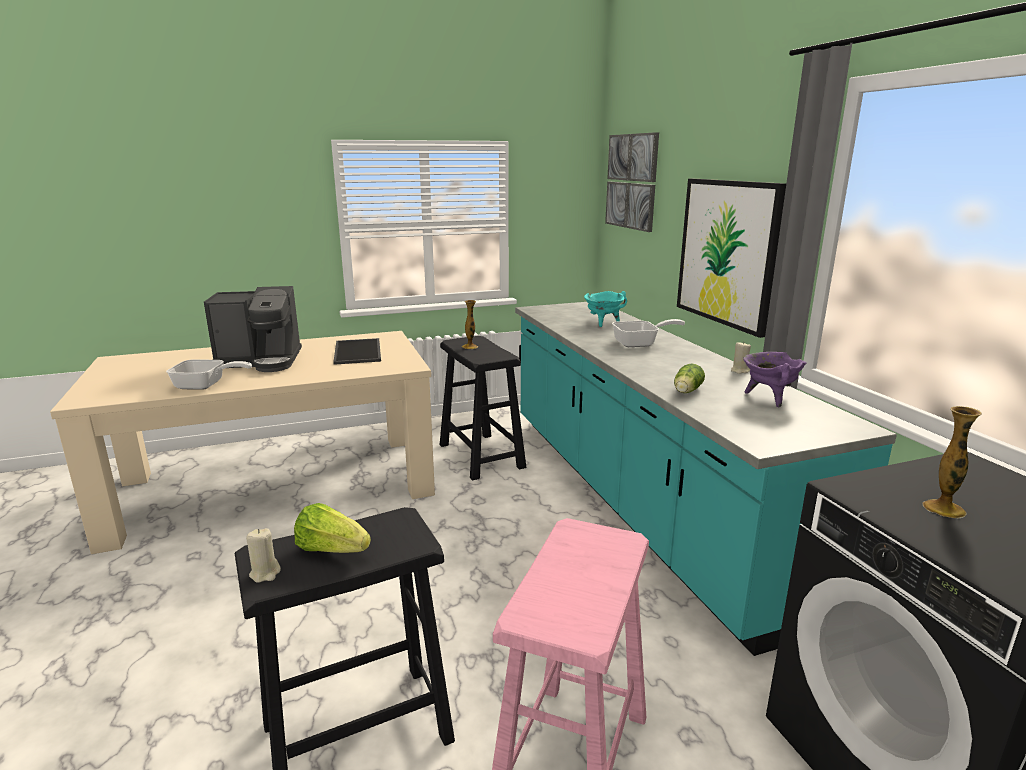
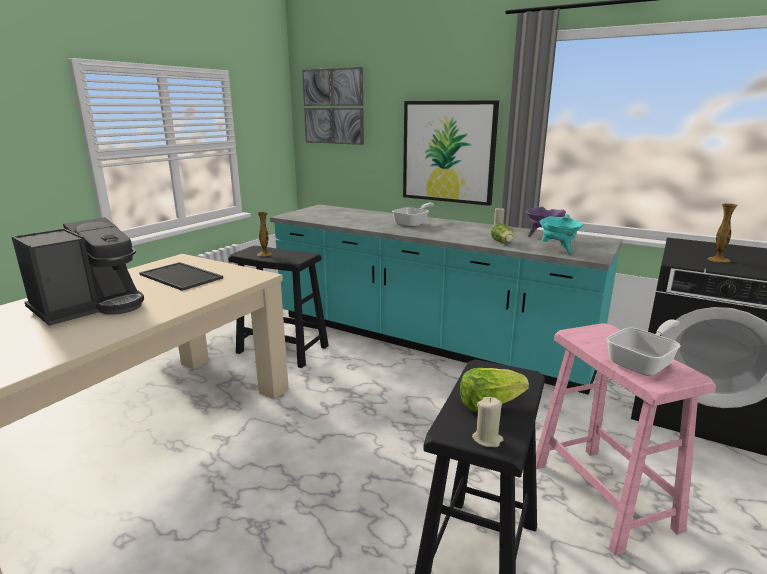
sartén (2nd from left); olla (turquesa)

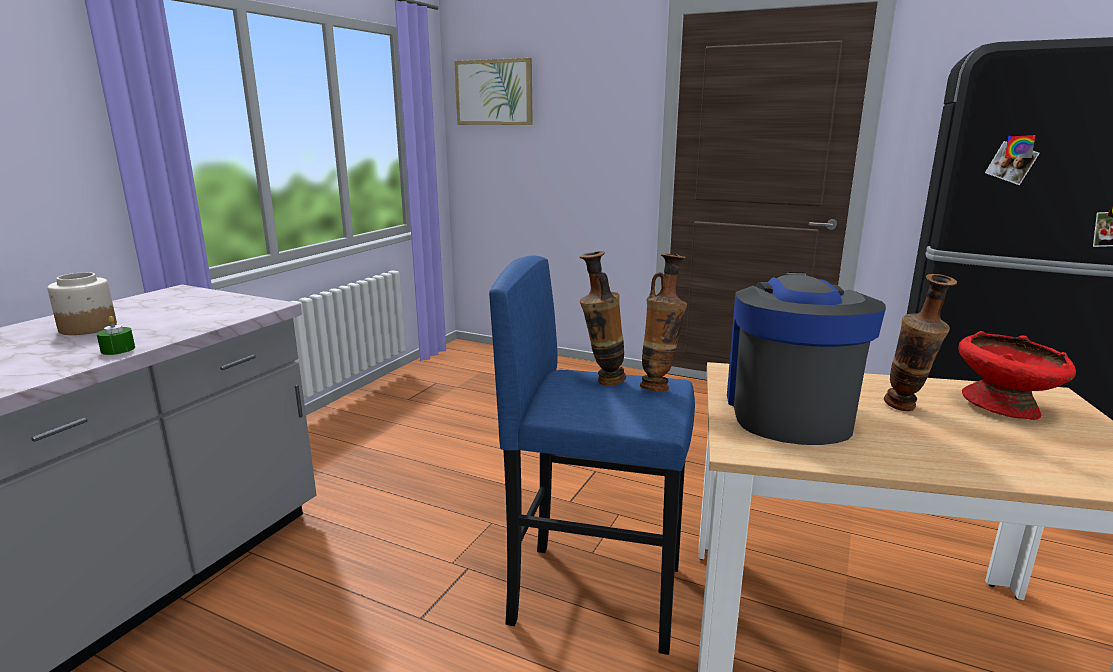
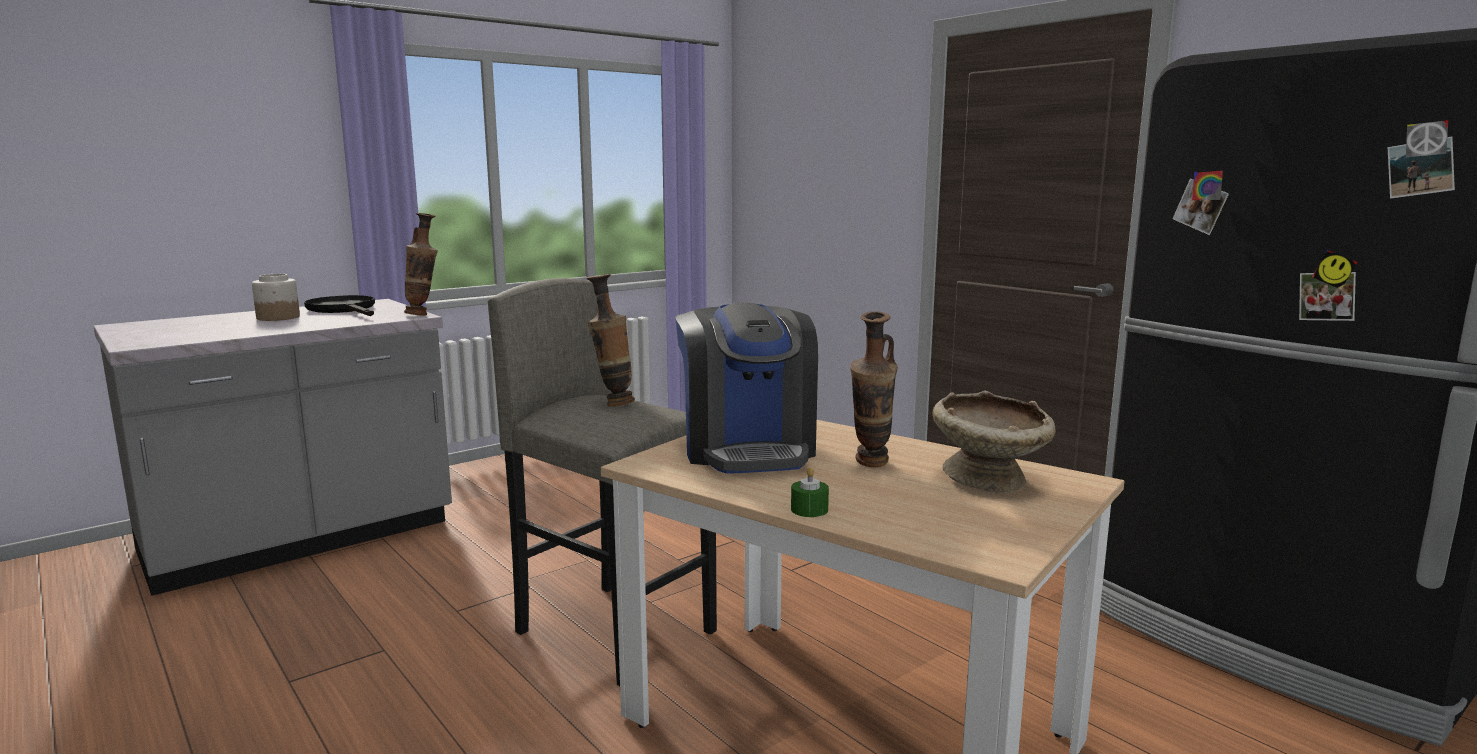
cuadro; sartén (negro); vela (verde); florero (1st from left); taburete (gris); cuenco (beis); cafetera

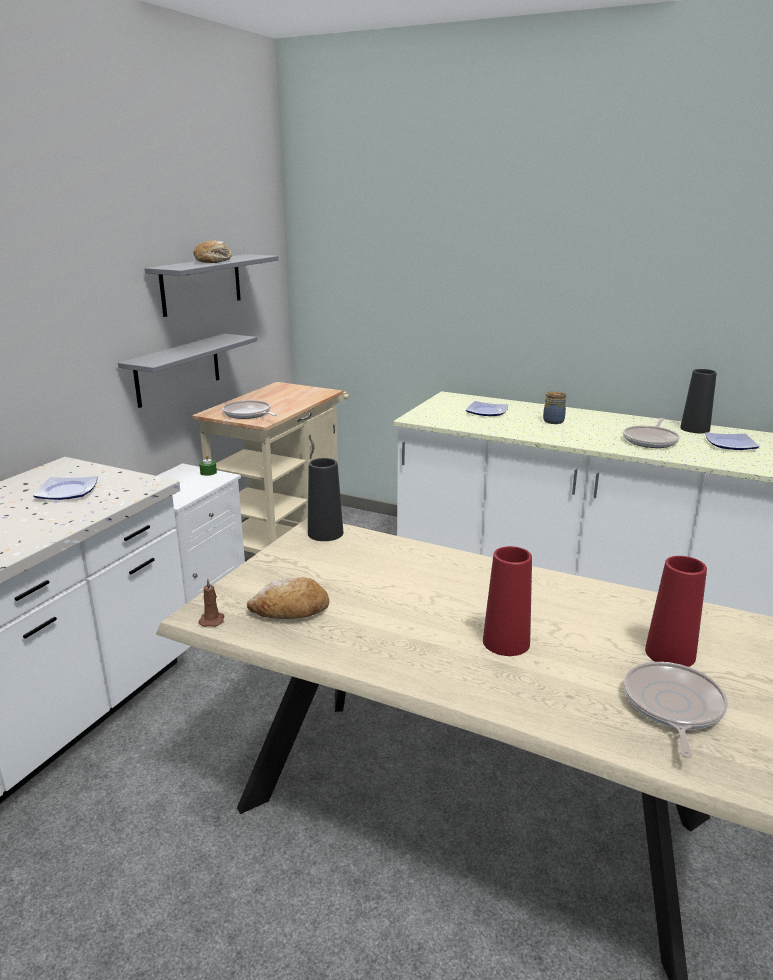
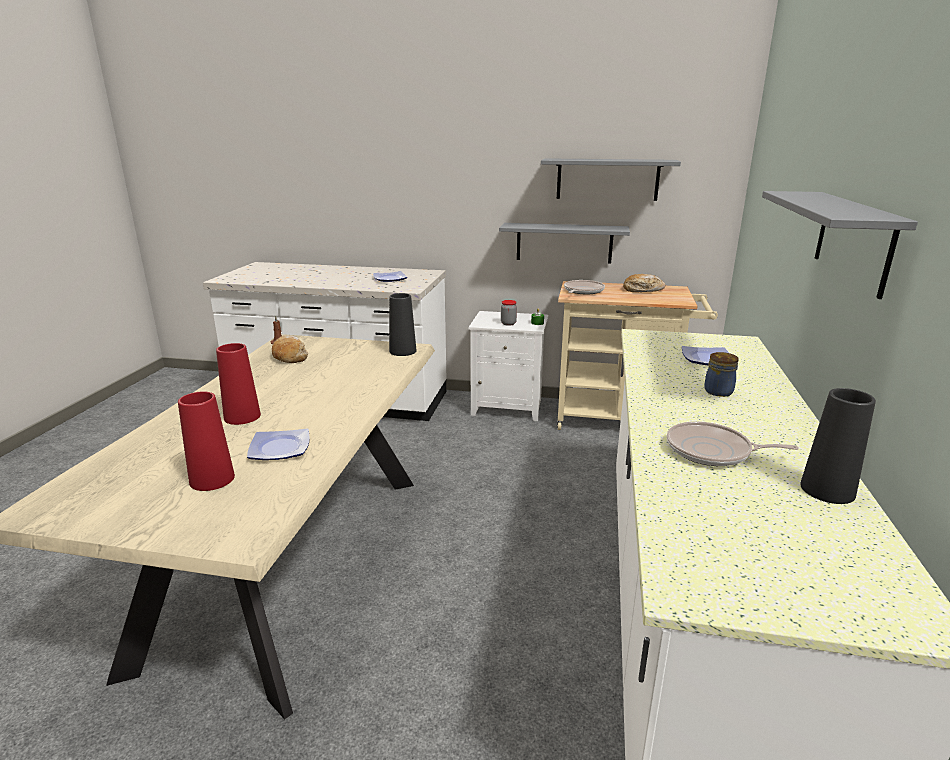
sartén (3rd from left in the first image); tarro (1st from left); estante (gris) (3rd from left); pan (2nd from left); plato (1st from left)

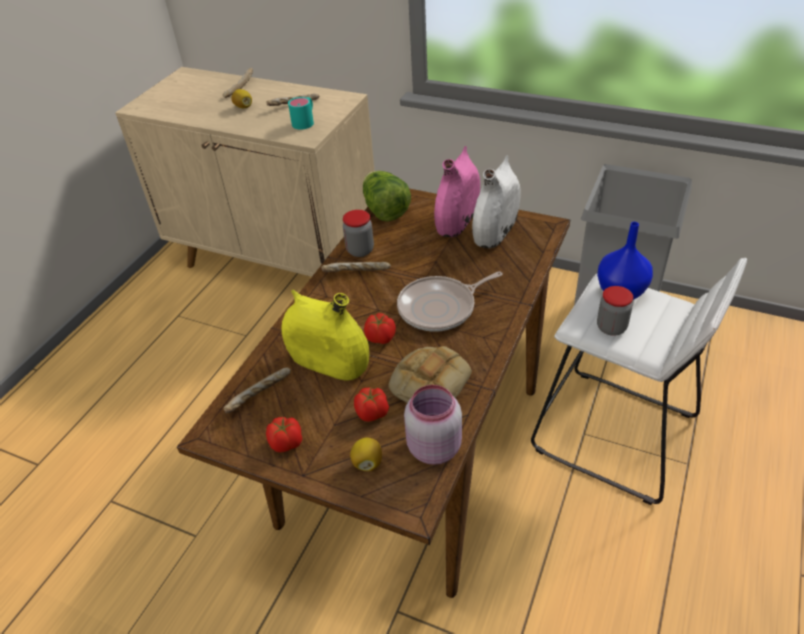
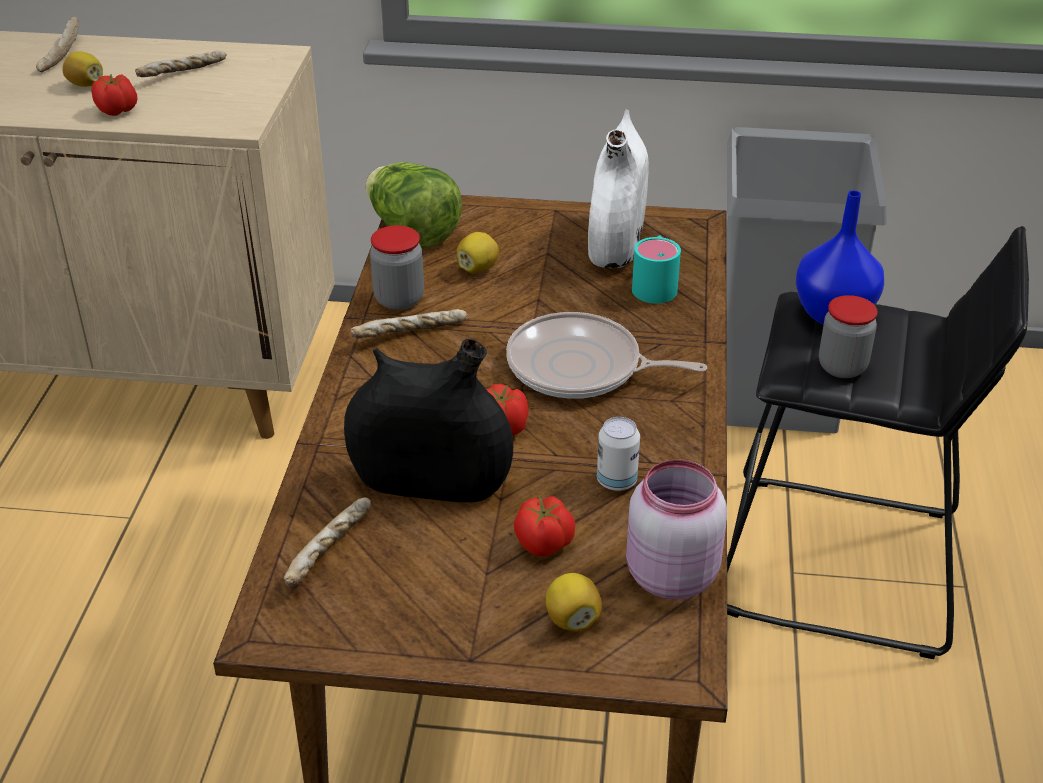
florero (rosa); limón (2nd from left); tomate (1st from left); taza grande (turquesa); lata; florero (negro); taburete (negro); sartén

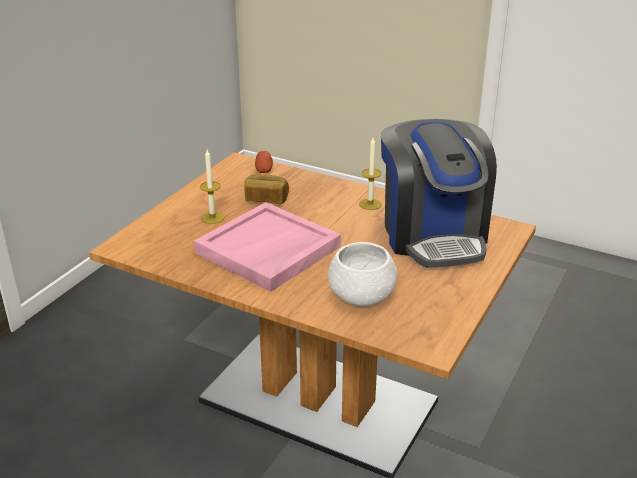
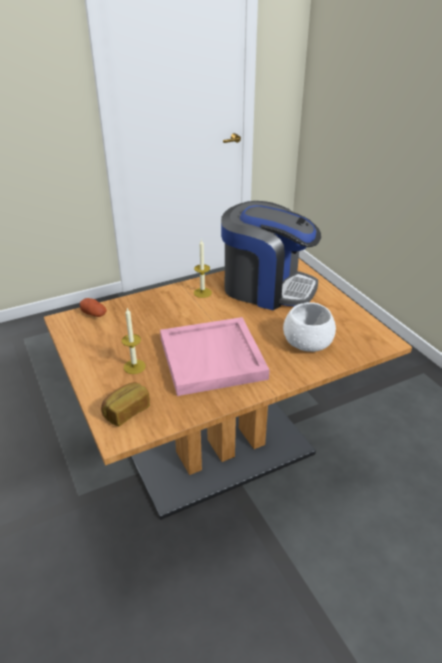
pan

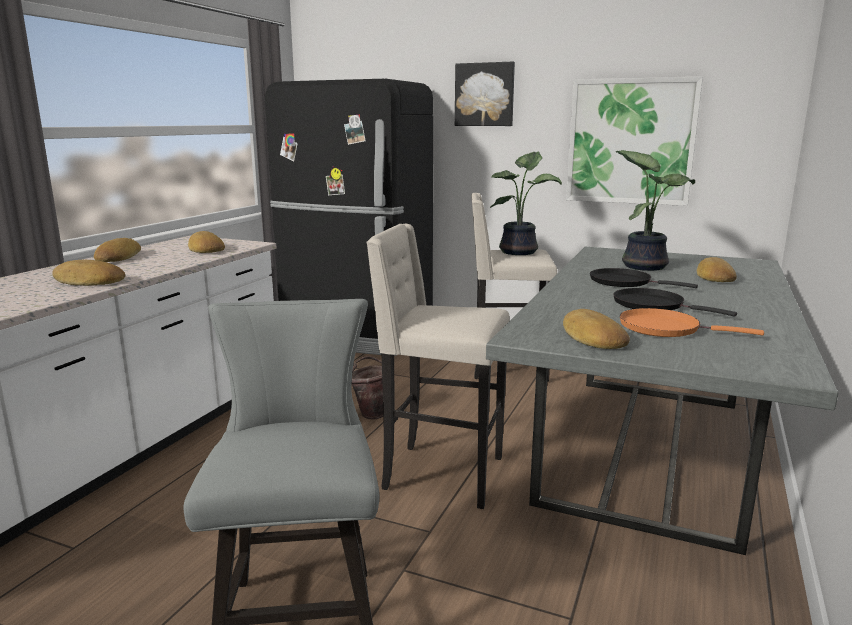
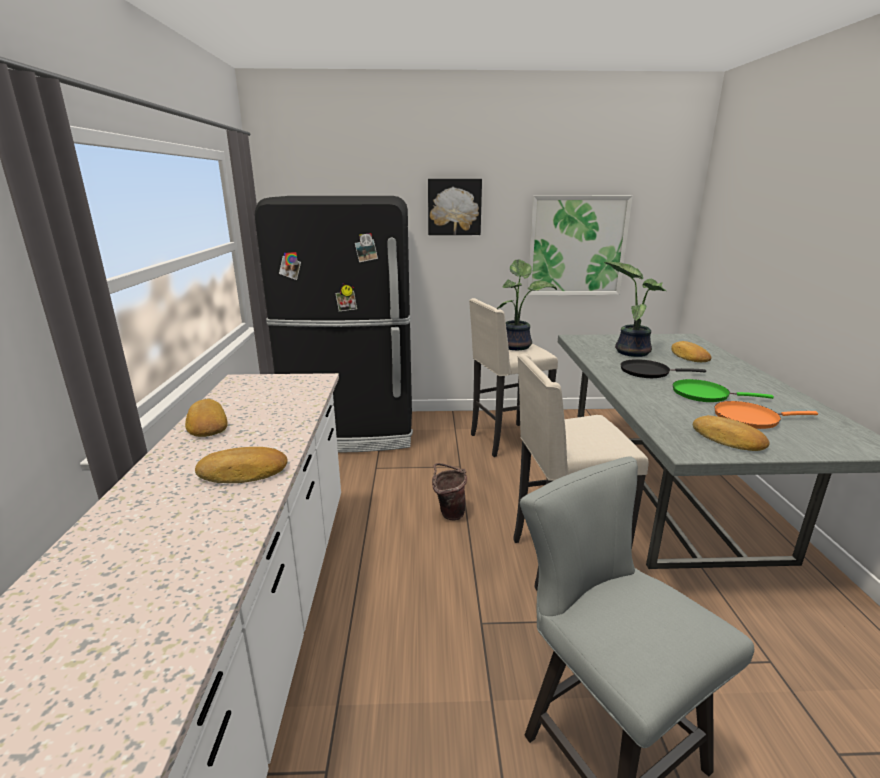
pan (3rd from left in the first image); sartén (verde)

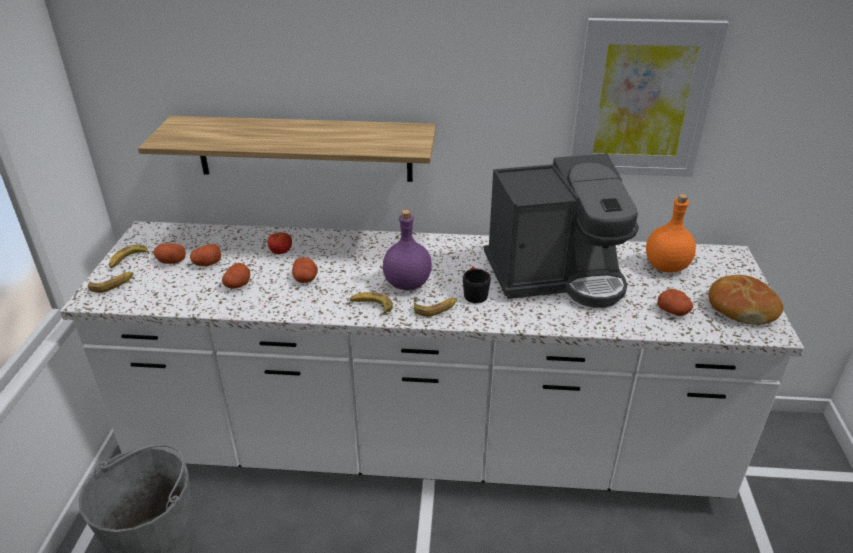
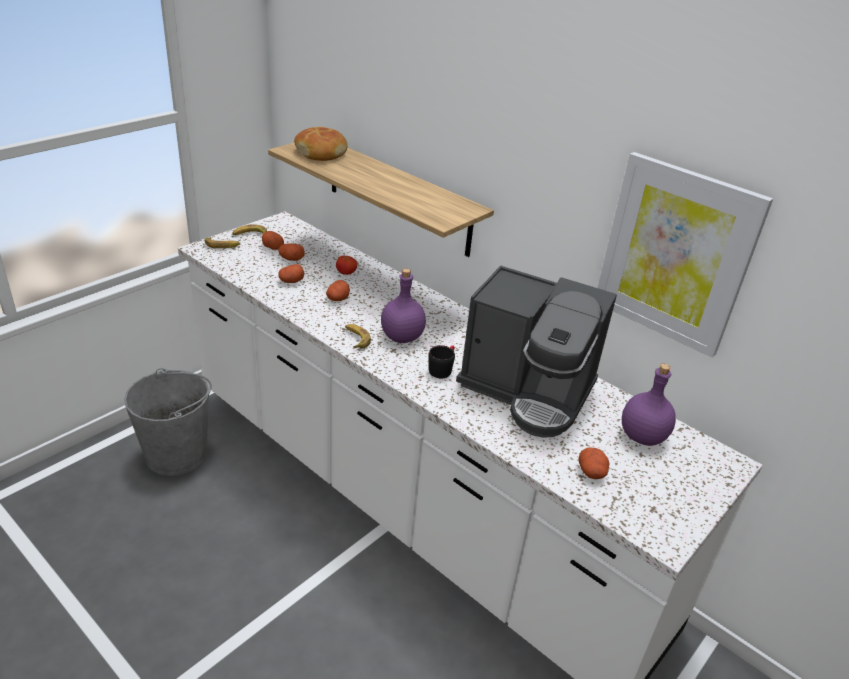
plátano (4th from left in the first image); pan; botella (morado) (2nd from left)

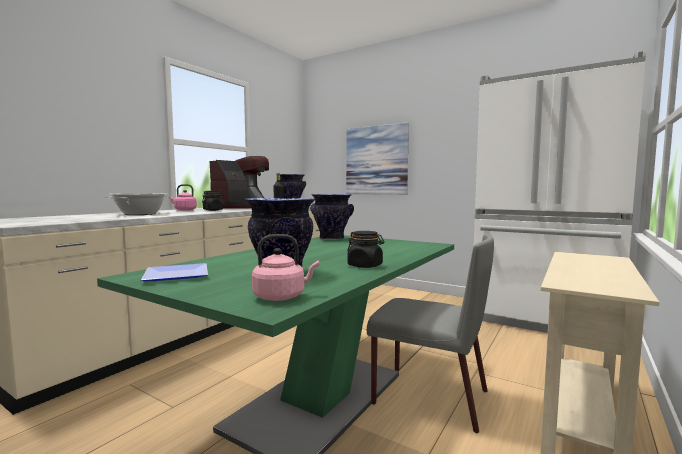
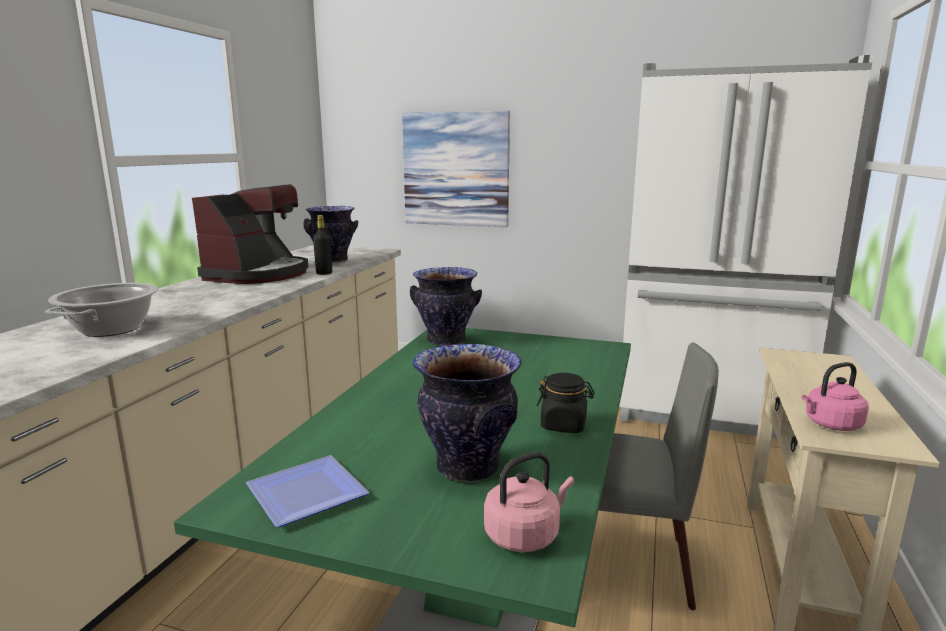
tarro (negro) (1st from left in the first image); hervidor (rosa) (2nd from left)

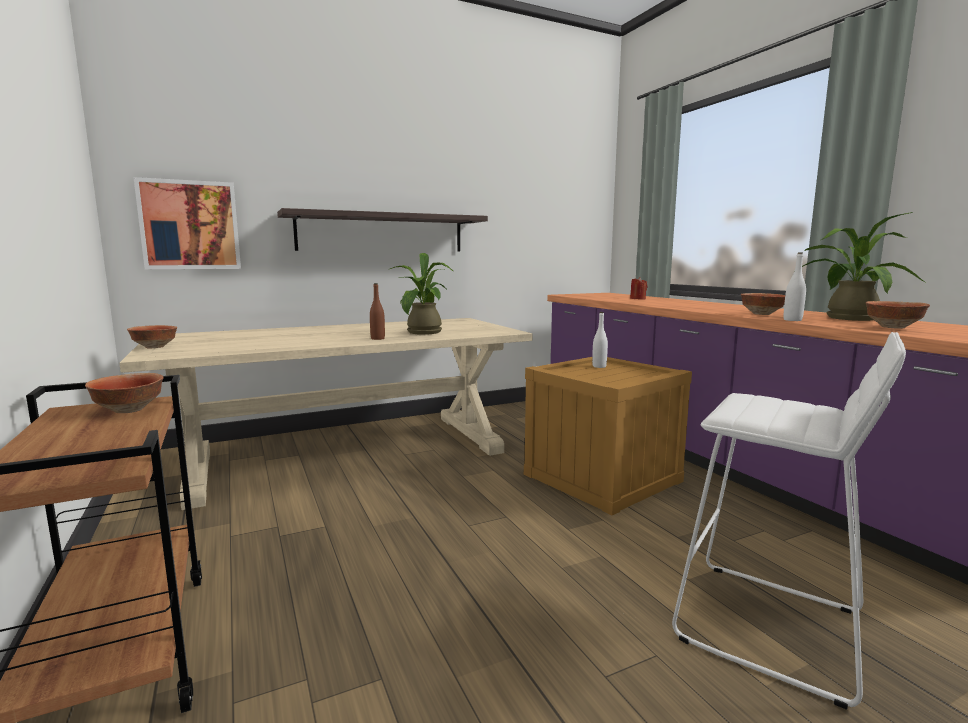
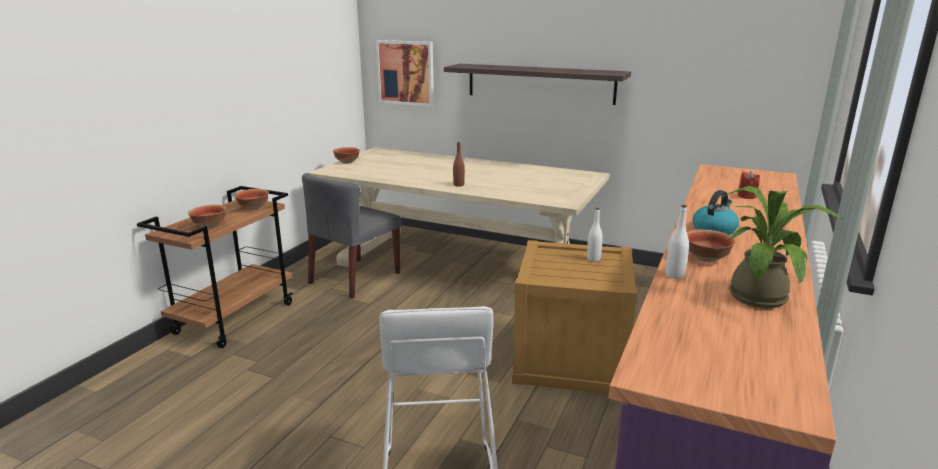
planta en maceta (1st from left in the first image); silla (gris); hervidor; cuenco (1st from left)

